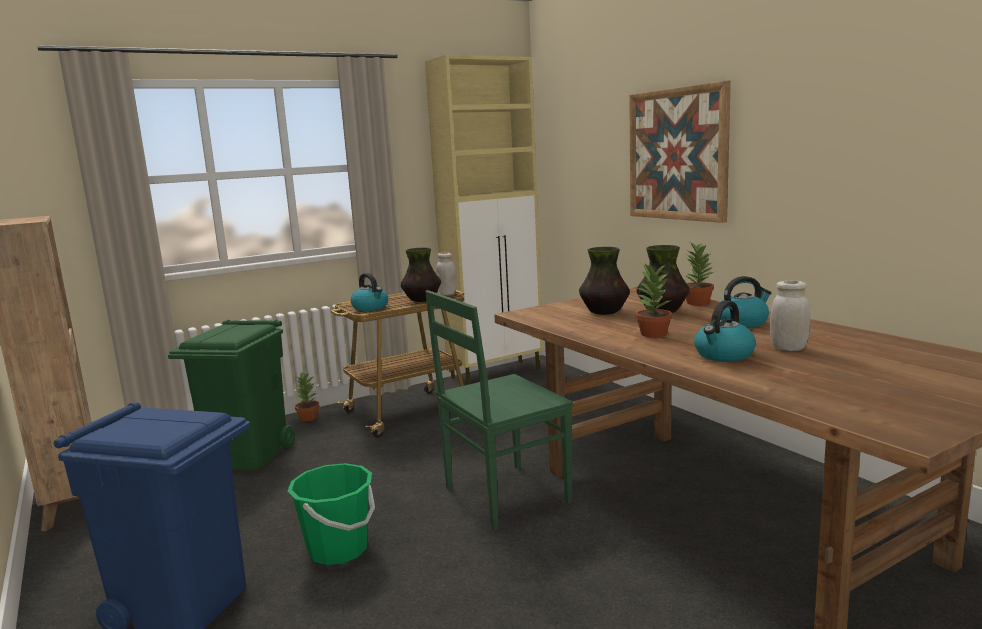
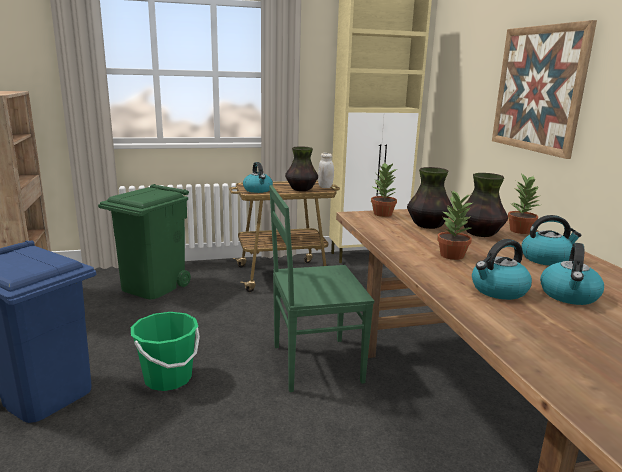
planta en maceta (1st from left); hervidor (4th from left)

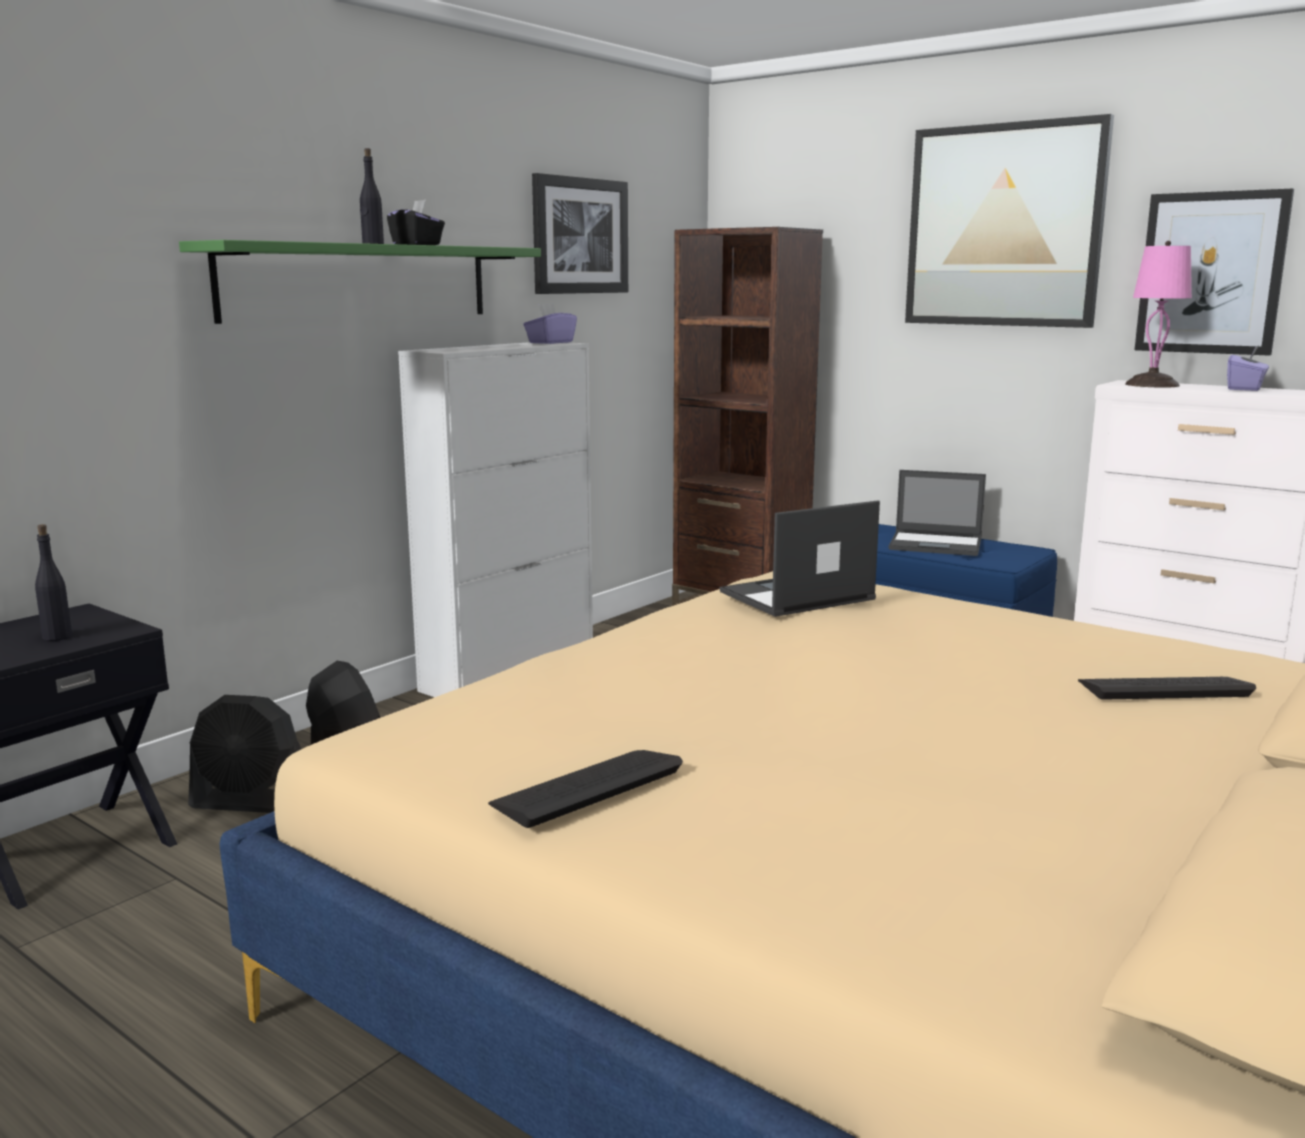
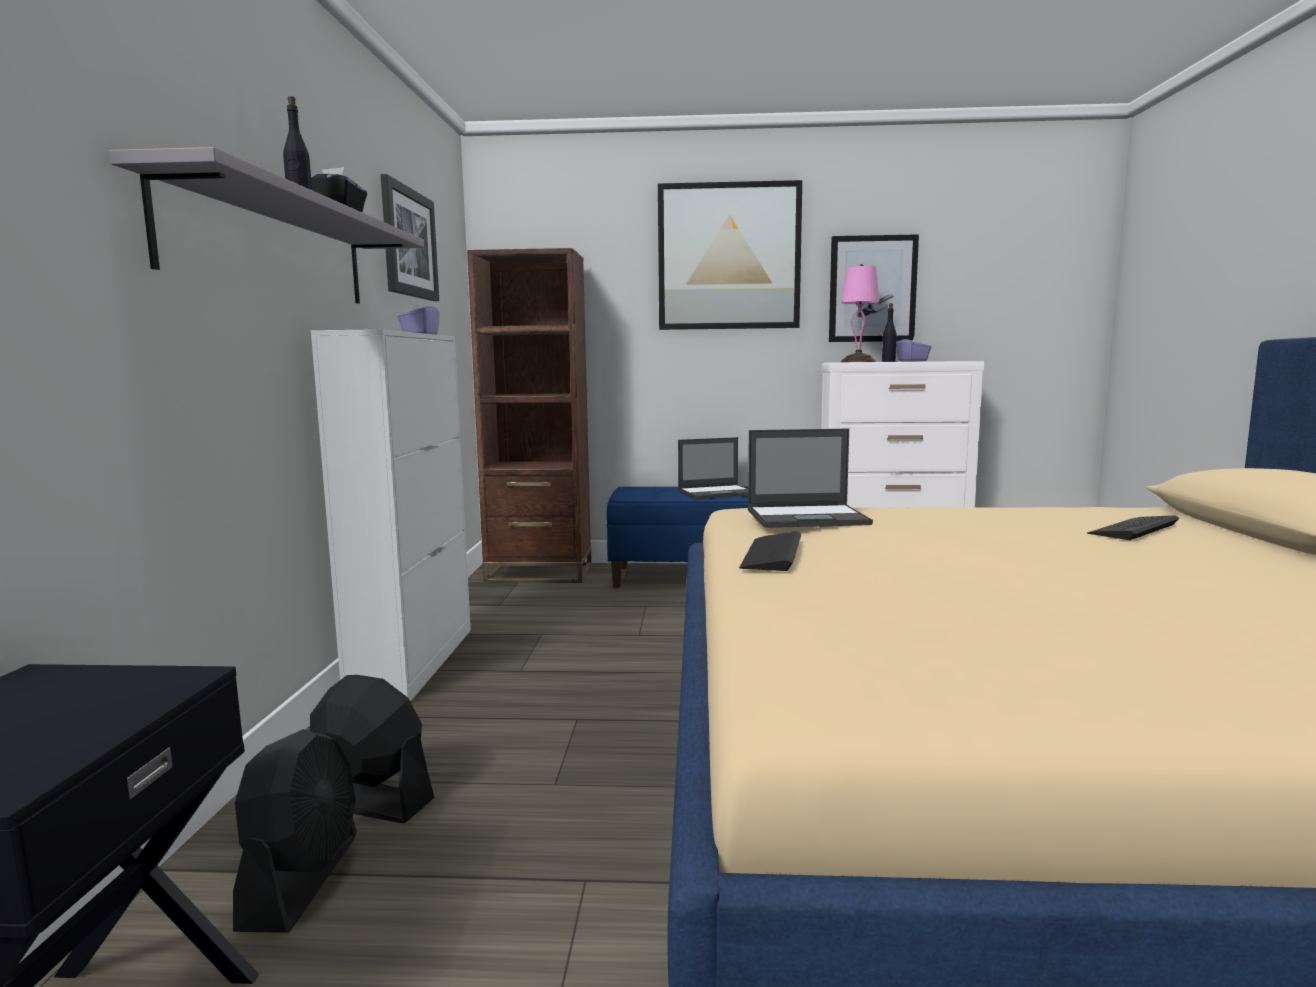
botella (negro) (2nd from left); teclado (1st from left); estante (gris); ventilador (negro) (1st from left); portátil (2nd from left)

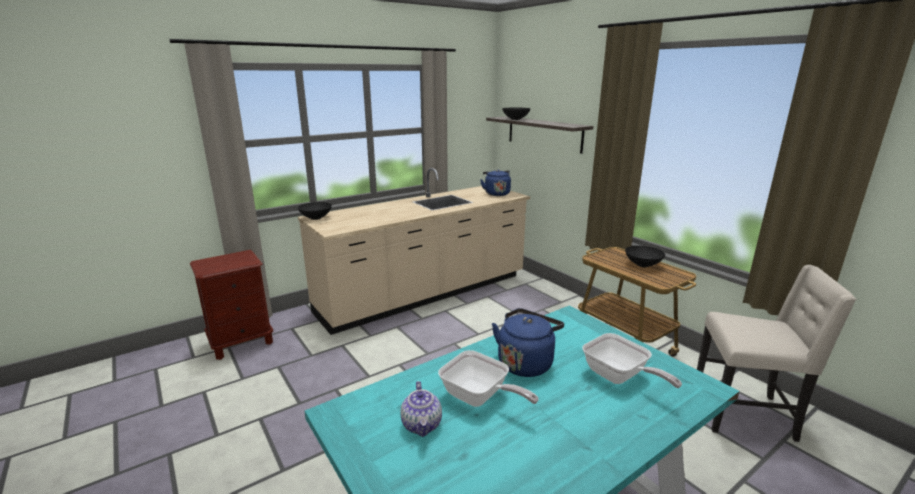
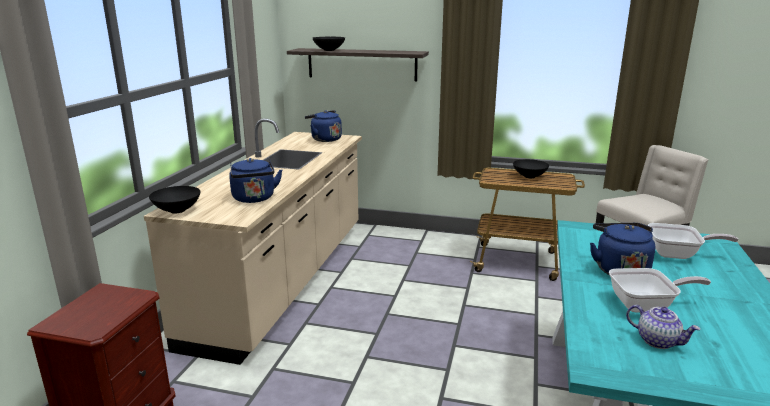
hervidor (azul) (1st from left)

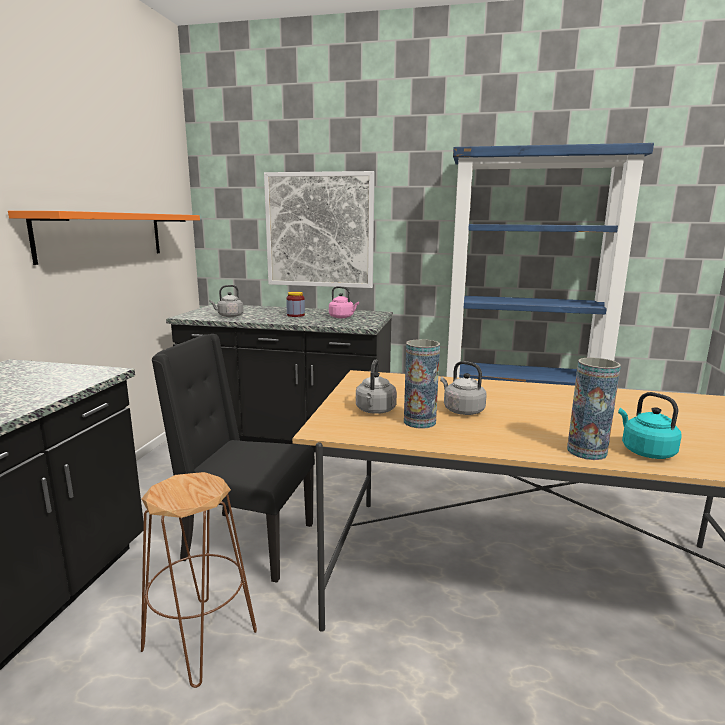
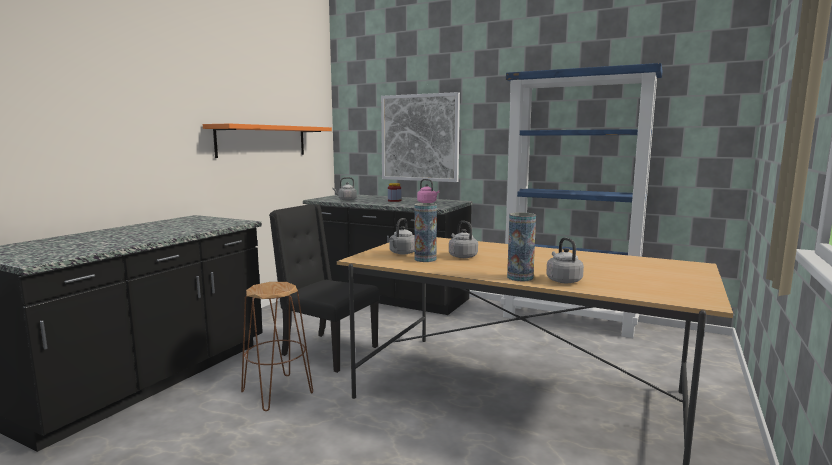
hervidor (gris) (4th from left)

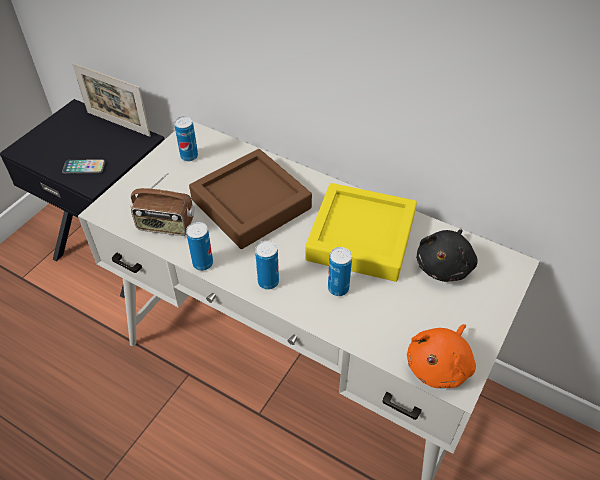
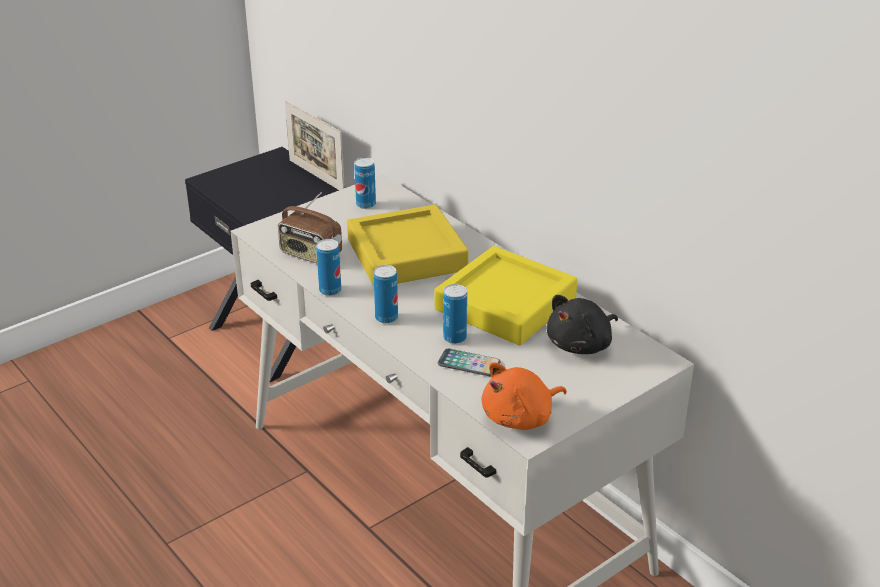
móvil; bandeja (amarillo) (1st from left)

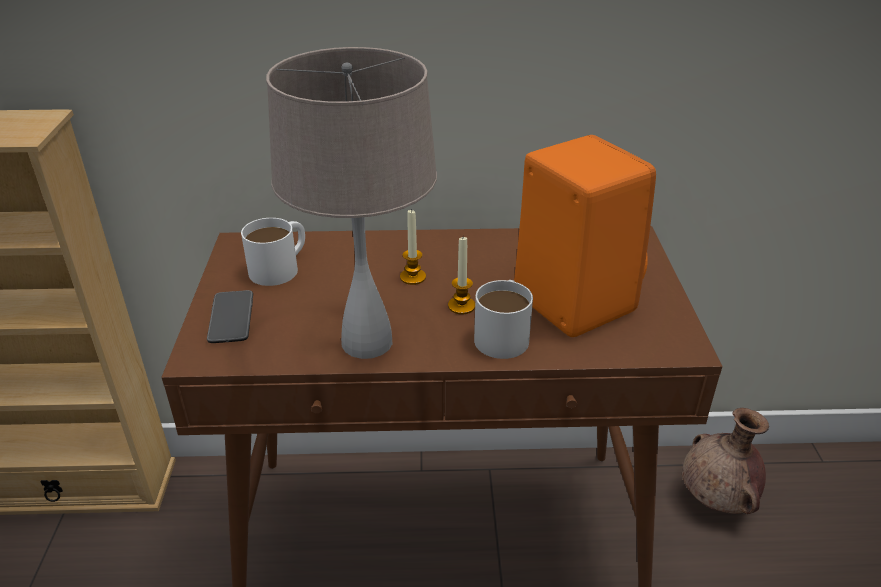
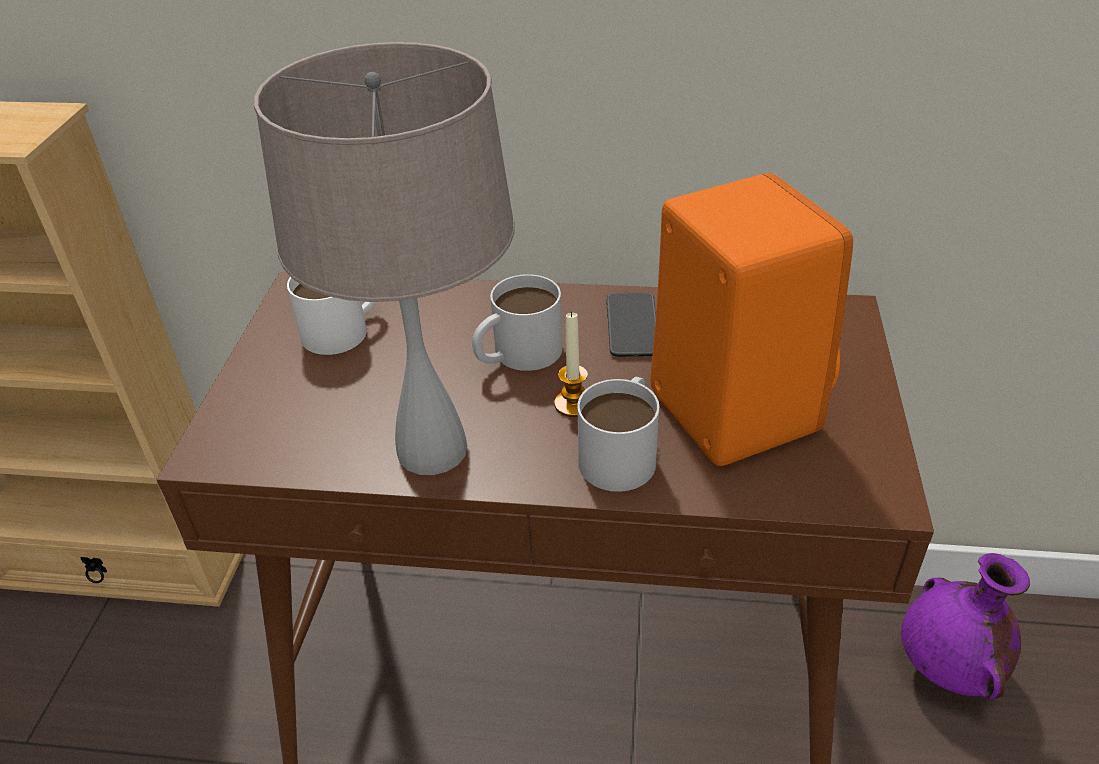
móvil; taza grande (blanco) (2nd from left); florero (morado)

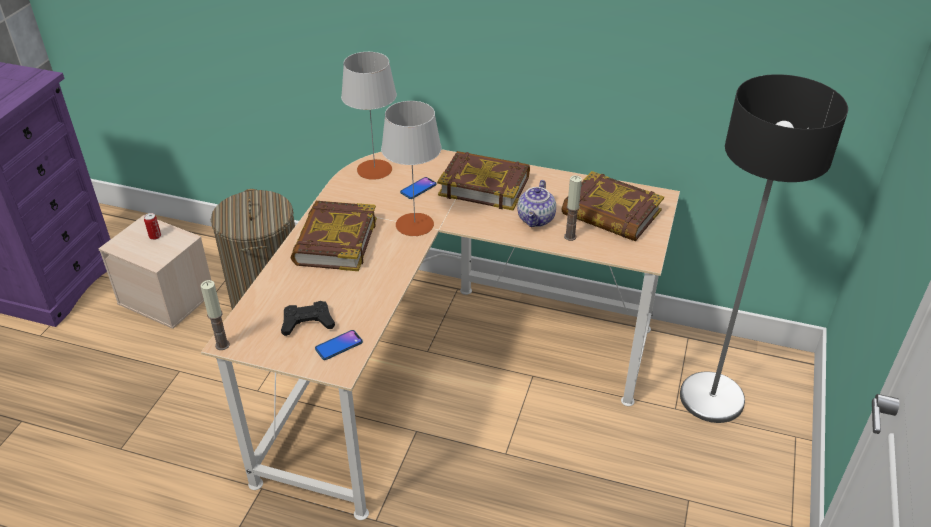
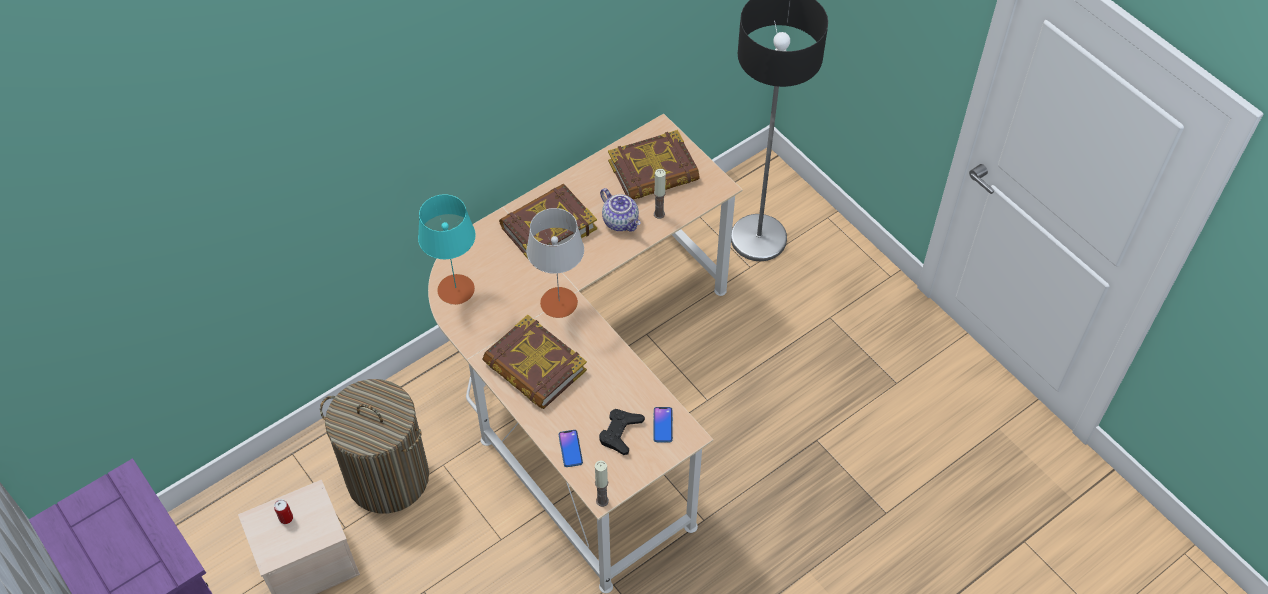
móvil (1st from left); lámpara de mesa (turquesa)

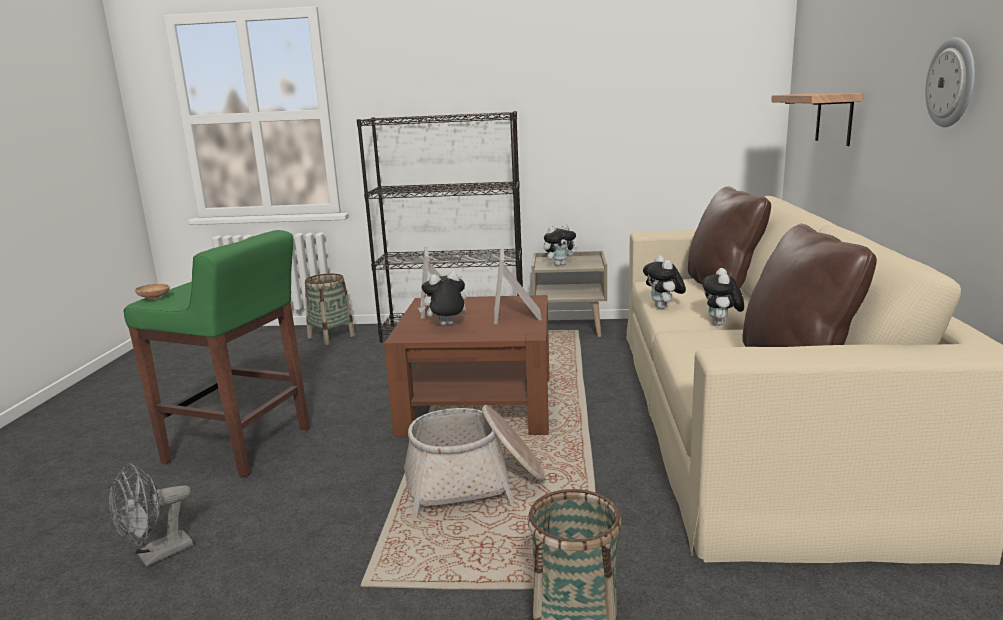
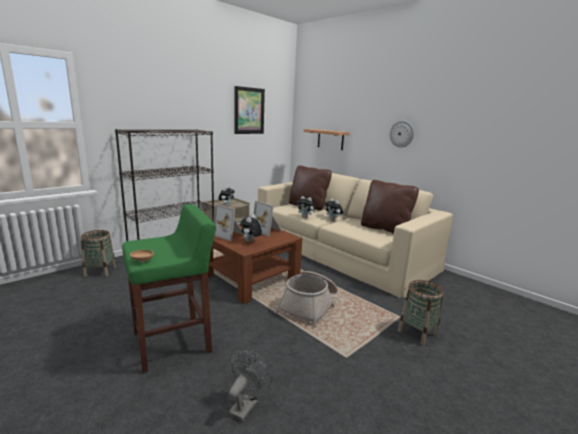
cuadro; ventilador (gris)

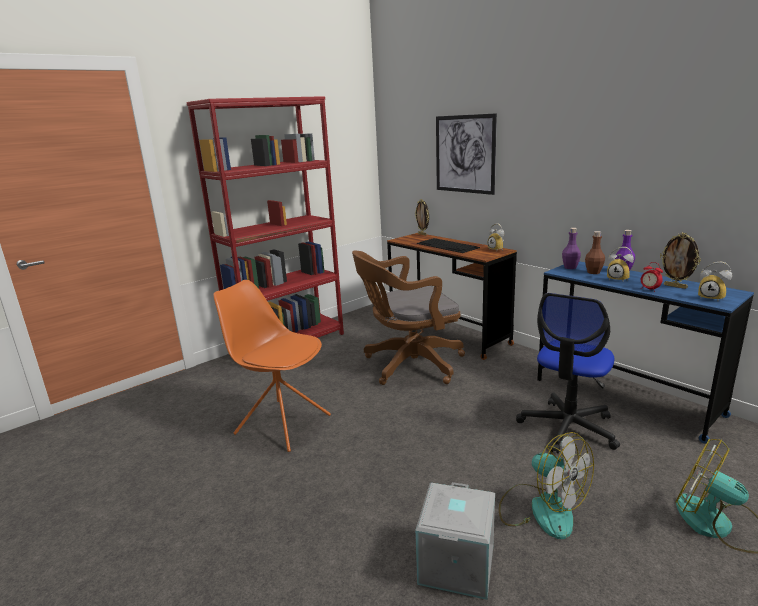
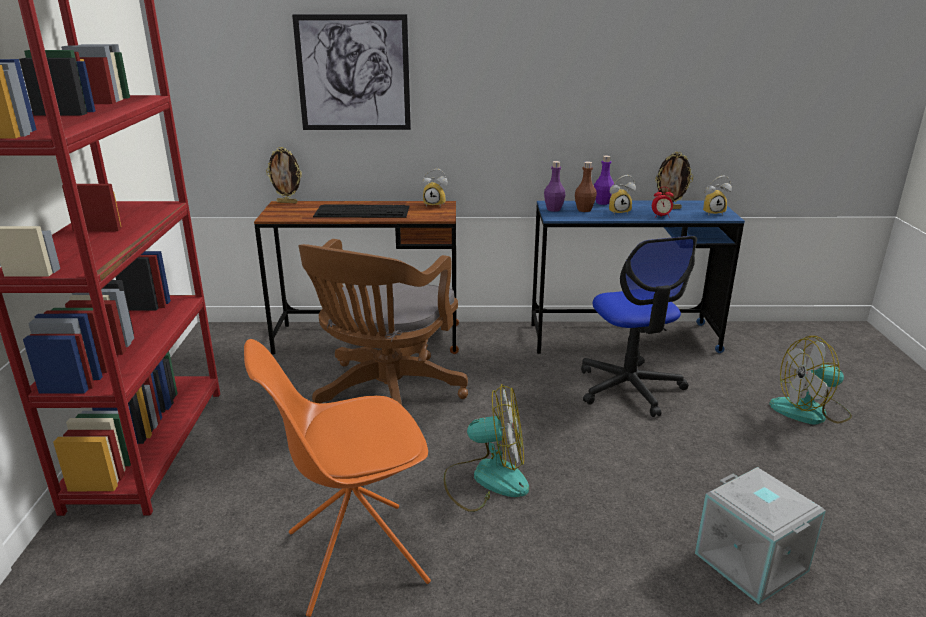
ventilador (1st from left)

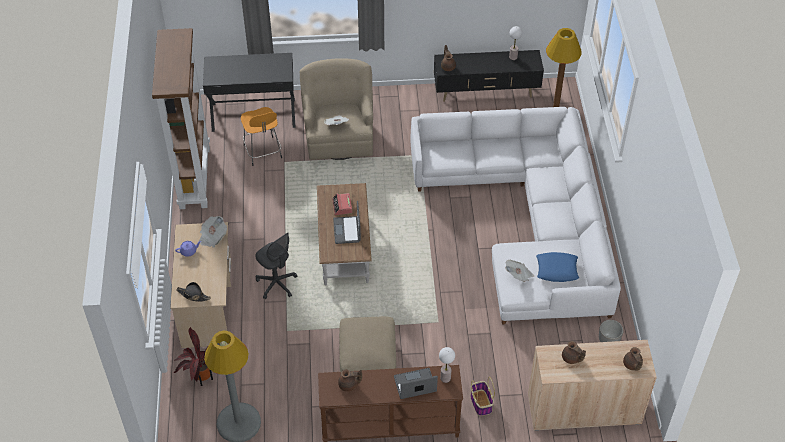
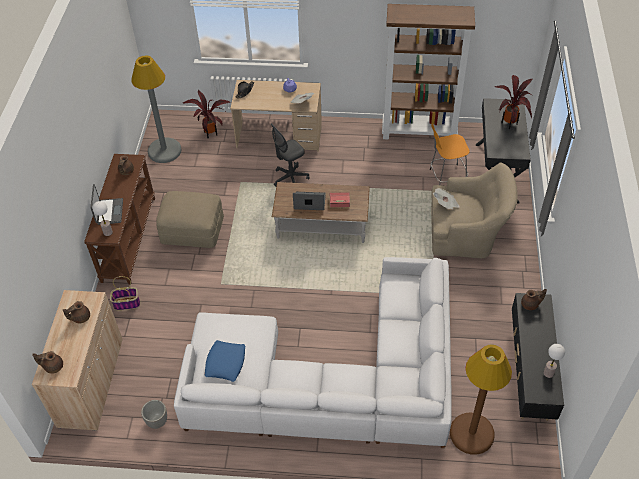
periódico (3rd from left in the first image); planta en maceta (2nd from left)

